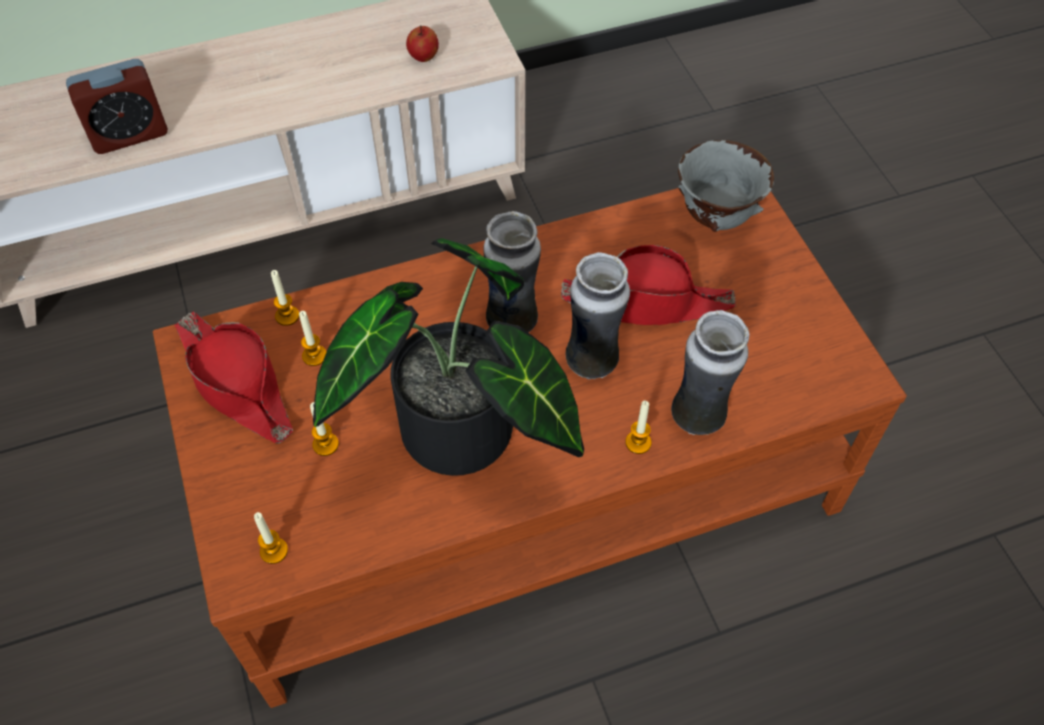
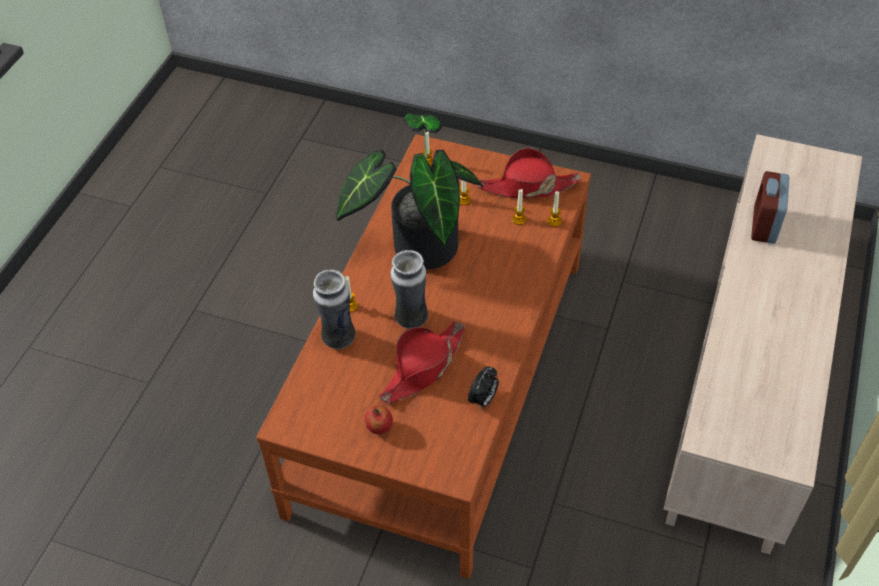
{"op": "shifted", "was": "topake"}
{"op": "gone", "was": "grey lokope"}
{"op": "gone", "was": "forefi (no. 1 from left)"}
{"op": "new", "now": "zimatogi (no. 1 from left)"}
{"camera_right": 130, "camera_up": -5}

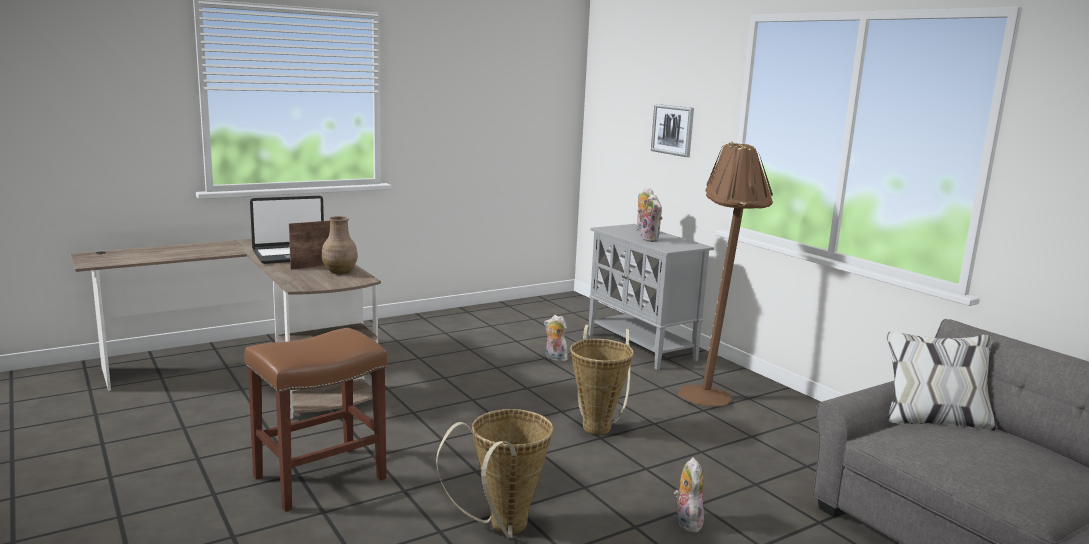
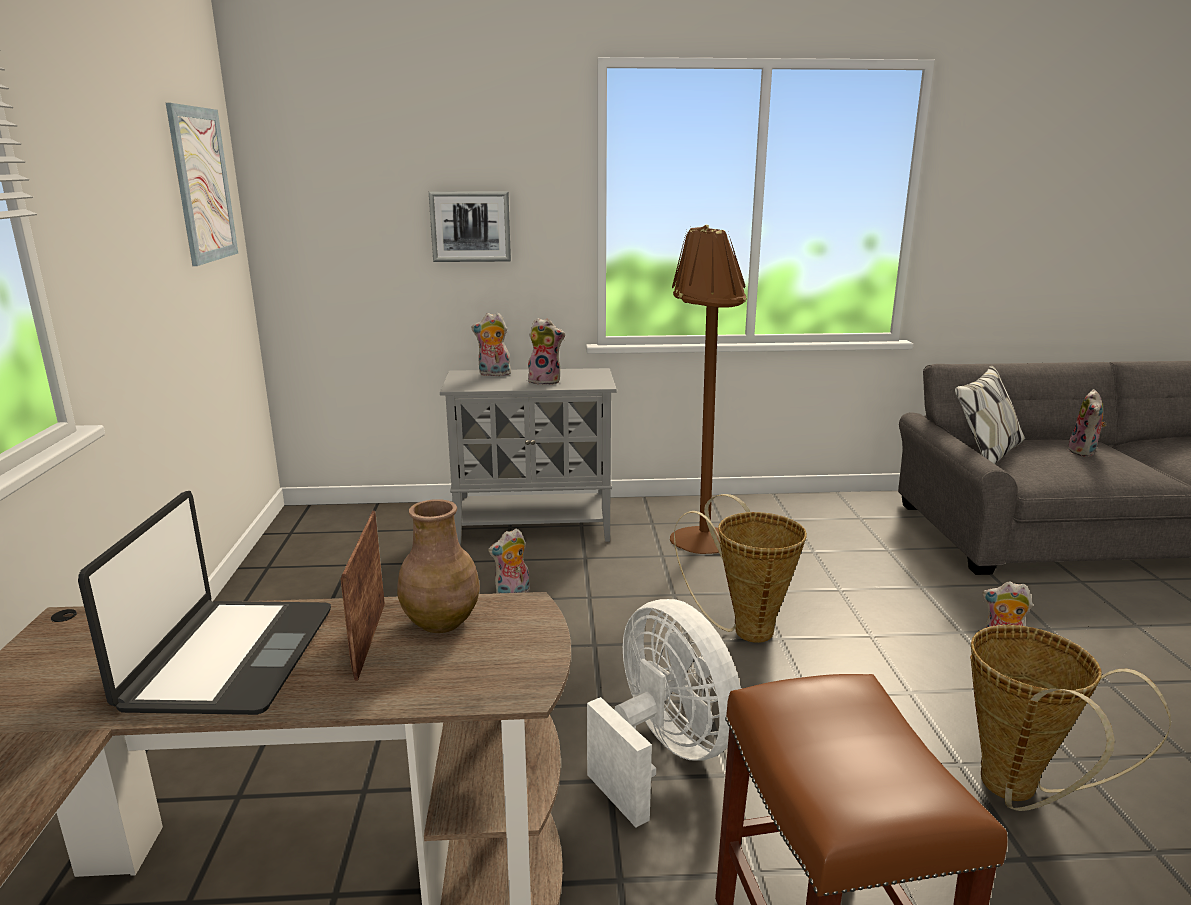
{"op": "new", "now": "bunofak (no. 1 from left)"}
{"op": "new", "now": "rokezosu (no. 5 from left)"}
{"op": "new", "now": "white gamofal"}
{"camera_right": -60, "camera_up": 5}

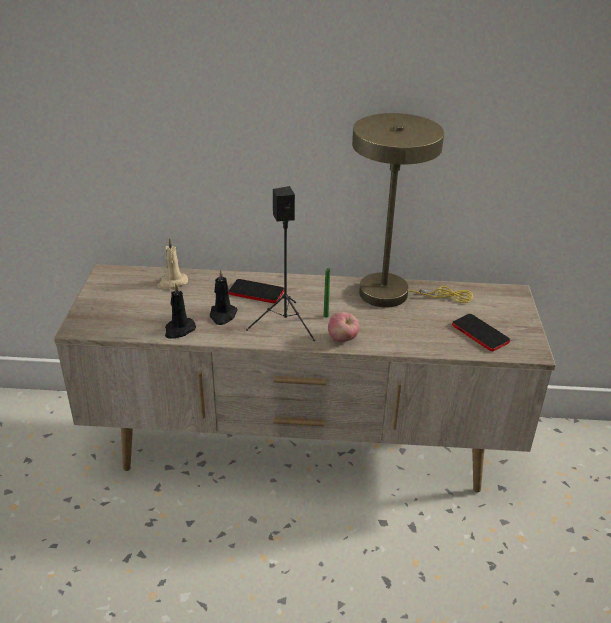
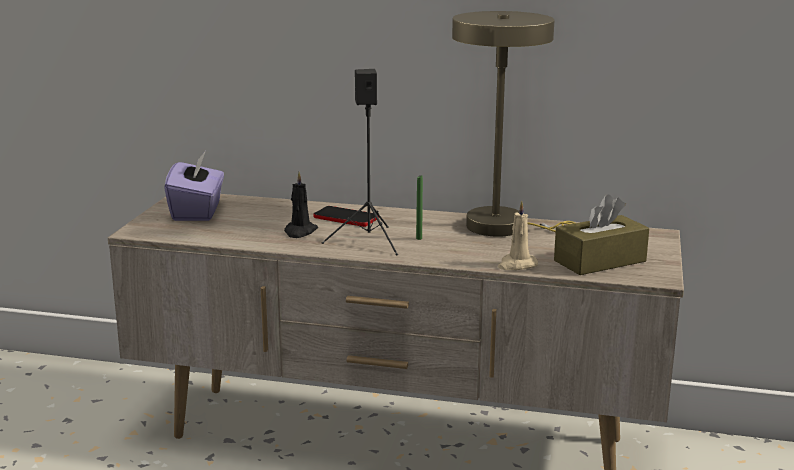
{"op": "shifted", "was": "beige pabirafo"}
{"op": "gone", "was": "black pabirafo (no. 1 from left)"}
{"op": "gone", "was": "topake"}
{"op": "swapped", "was": "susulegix (no. 2 from left)", "now": "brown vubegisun"}
{"op": "new", "now": "purple vubegisun"}
{"camera_right": 10, "camera_up": -15}

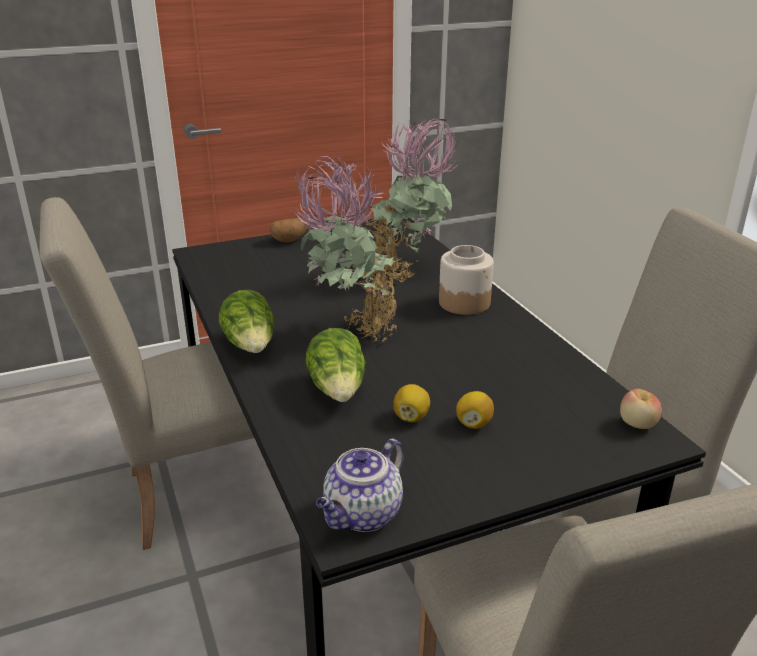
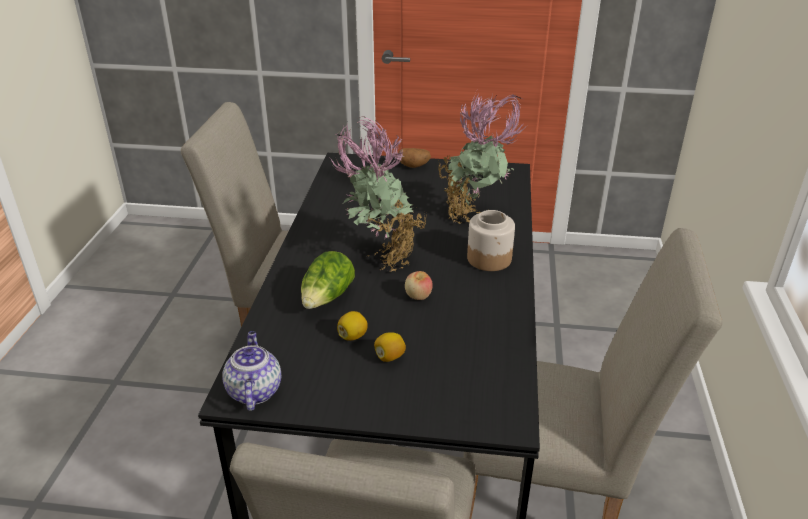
{"op": "gone", "was": "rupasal (no. 1 from left)"}
{"op": "shifted", "was": "topake"}
{"op": "rotated", "was": "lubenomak", "clockwise": 105}
{"camera_right": 30, "camera_up": 5}

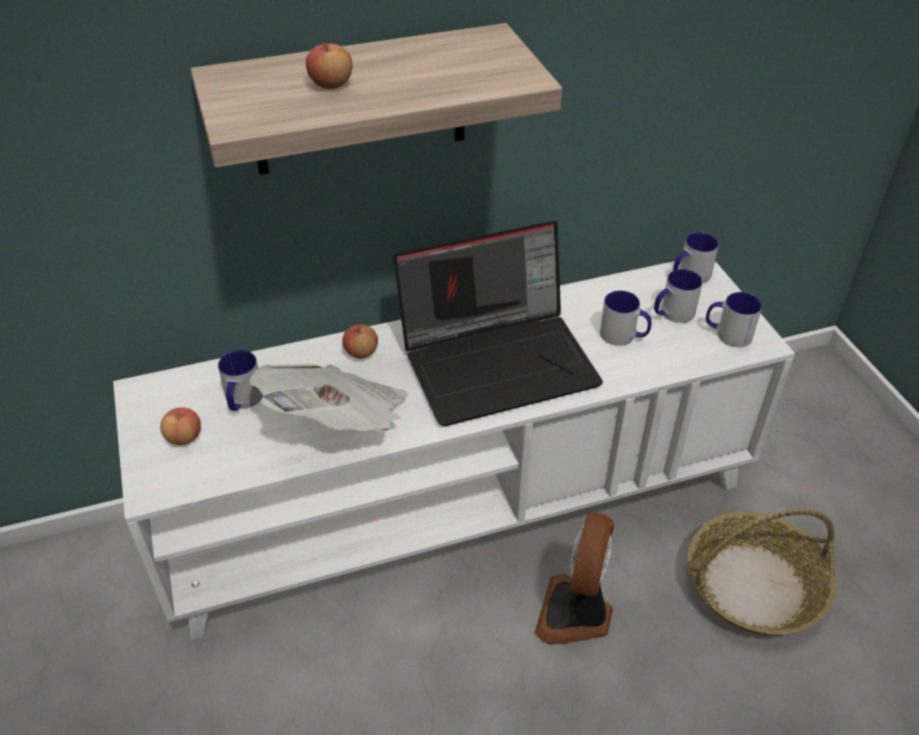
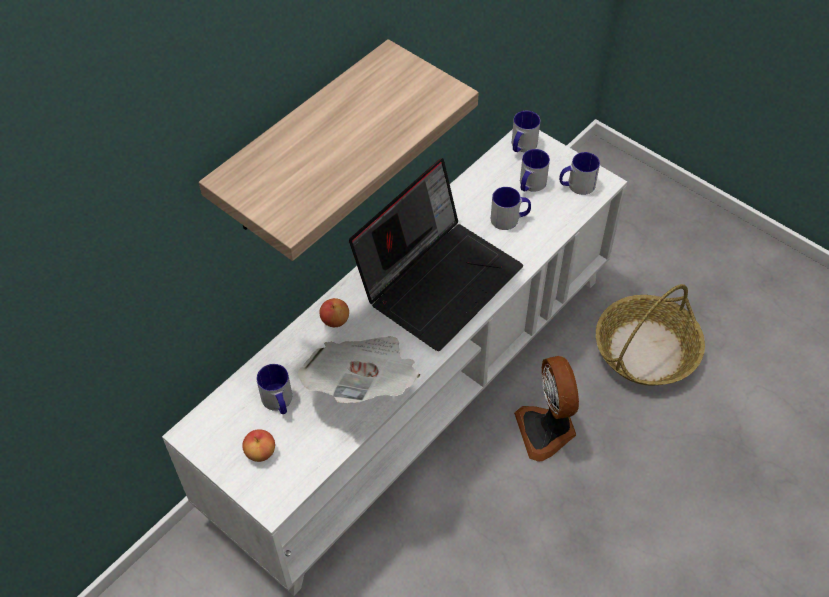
{"op": "gone", "was": "topake (no. 2 from left)"}
{"camera_right": -30, "camera_up": 10}

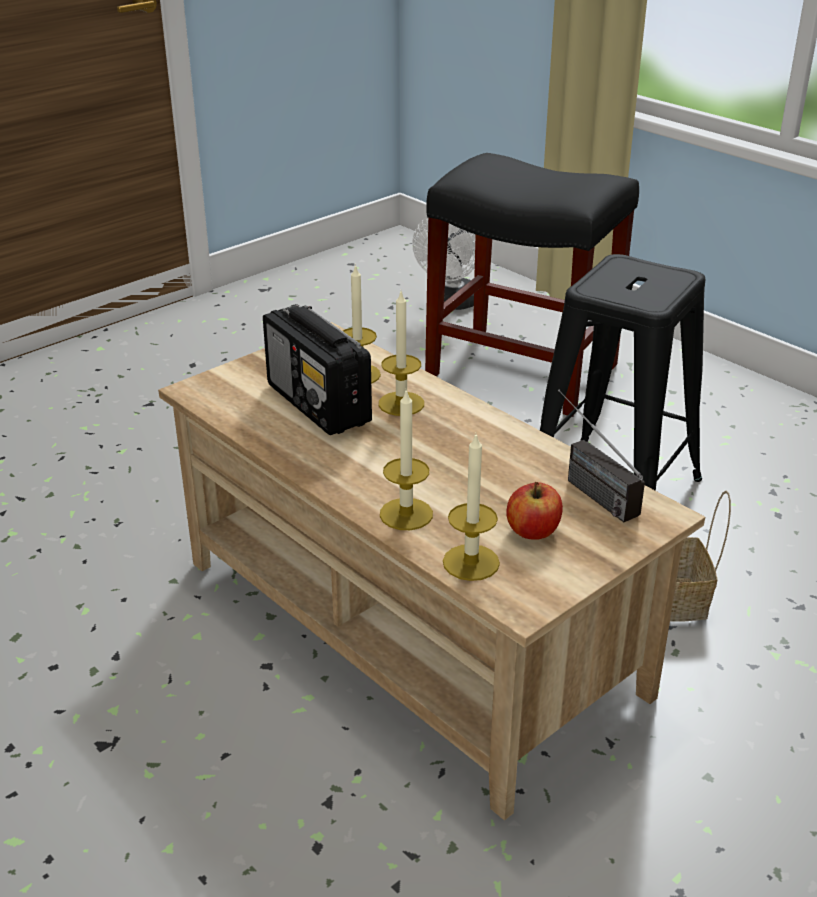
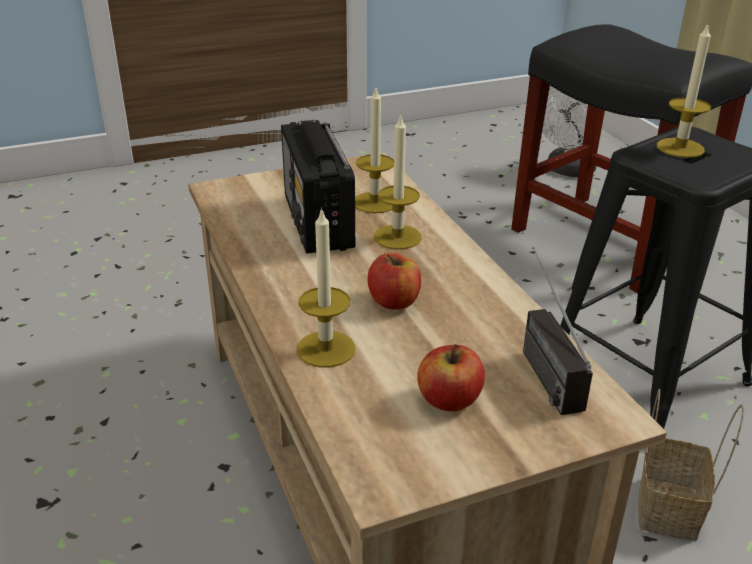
{"op": "shifted", "was": "pabirafo (no. 4 from left)"}
{"op": "new", "now": "topake (no. 1 from left)"}
{"camera_right": 20, "camera_up": 0}

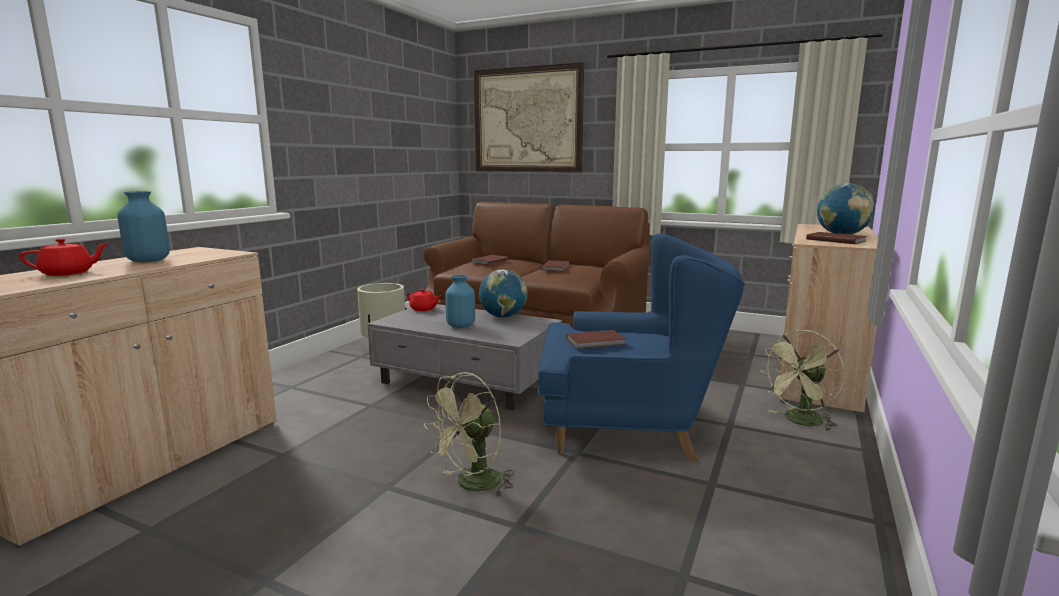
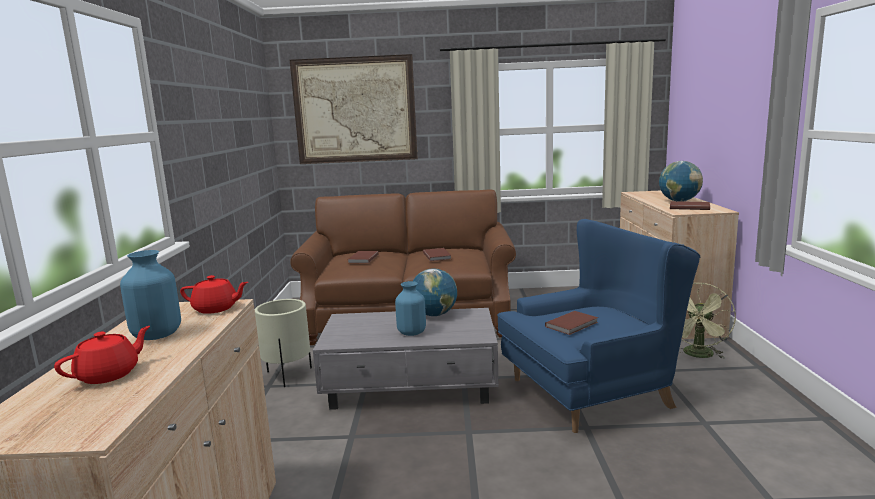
{"op": "shifted", "was": "red lubenomak (no. 2 from left)"}
{"op": "gone", "was": "green gamofal (no. 1 from left)"}
{"camera_right": -25, "camera_up": 0}

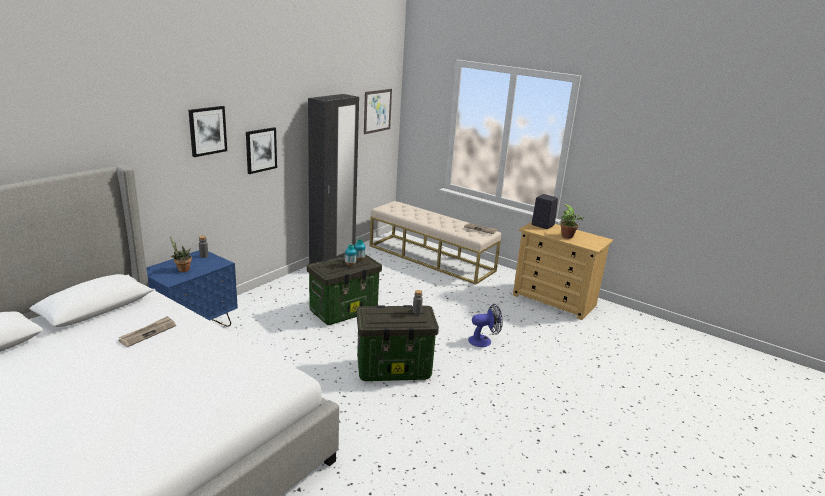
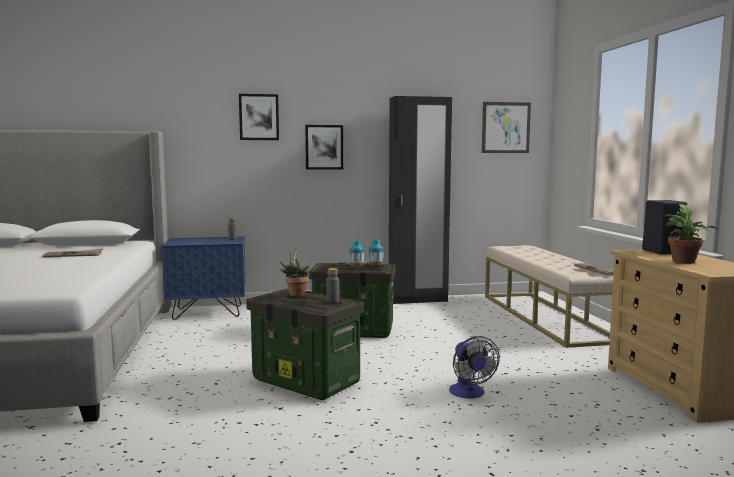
{"op": "shifted", "was": "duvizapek (no. 1 from left)"}
{"op": "rotated", "was": "gamofal", "clockwise": 45}
{"camera_right": 45, "camera_up": -15}

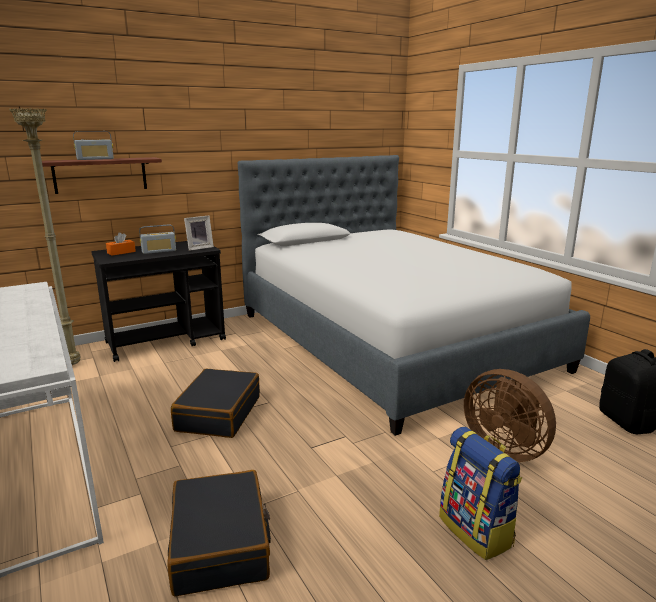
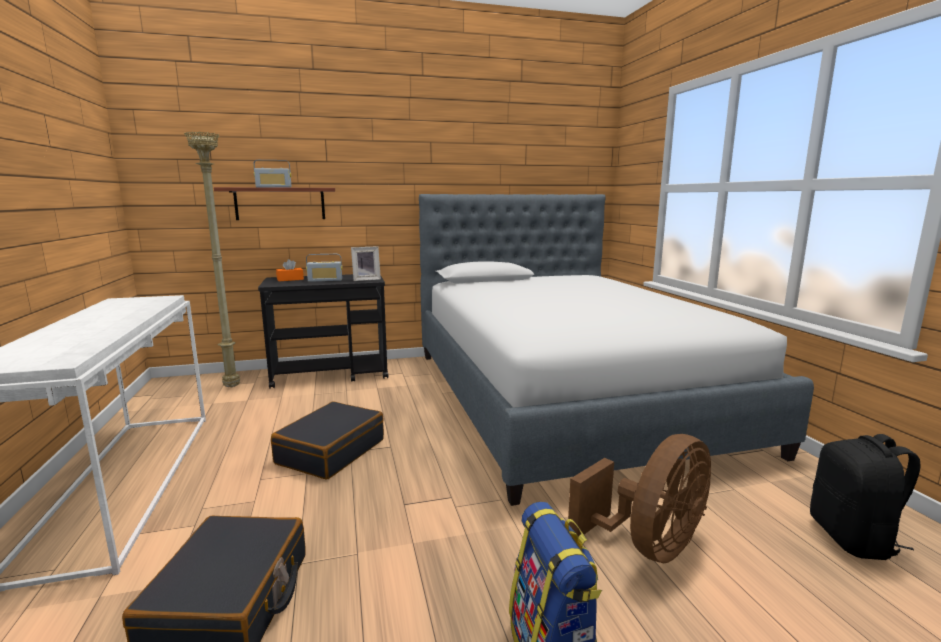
{"op": "rotated", "was": "brown gamofal", "clockwise": -105}
{"camera_right": 15, "camera_up": -5}

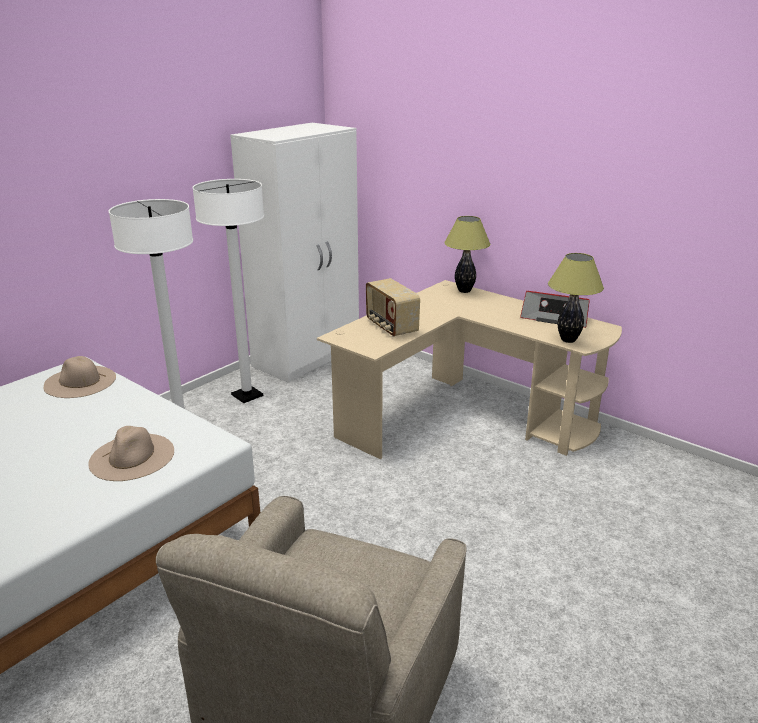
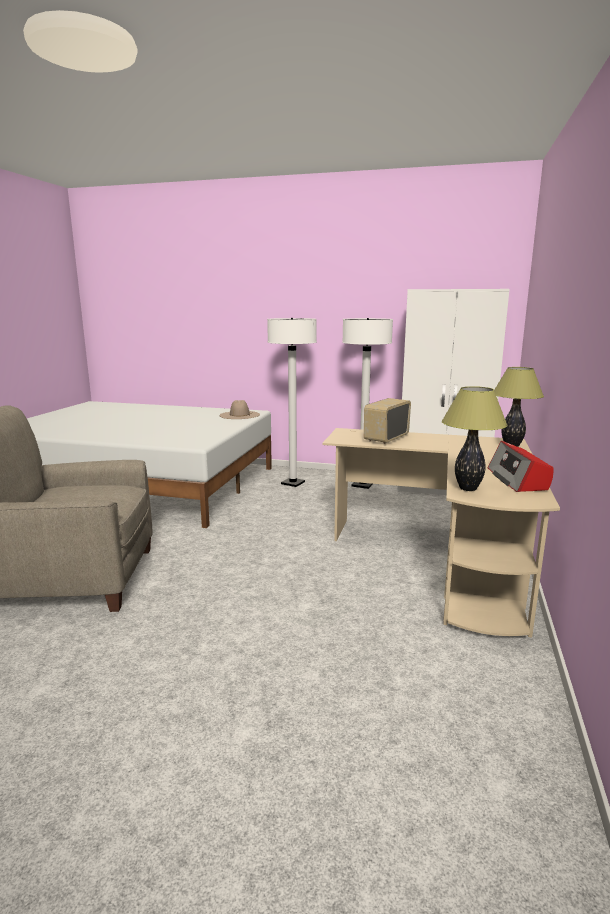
{"op": "gone", "was": "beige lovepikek (no. 2 from left)"}
{"camera_right": 65, "camera_up": -10}

